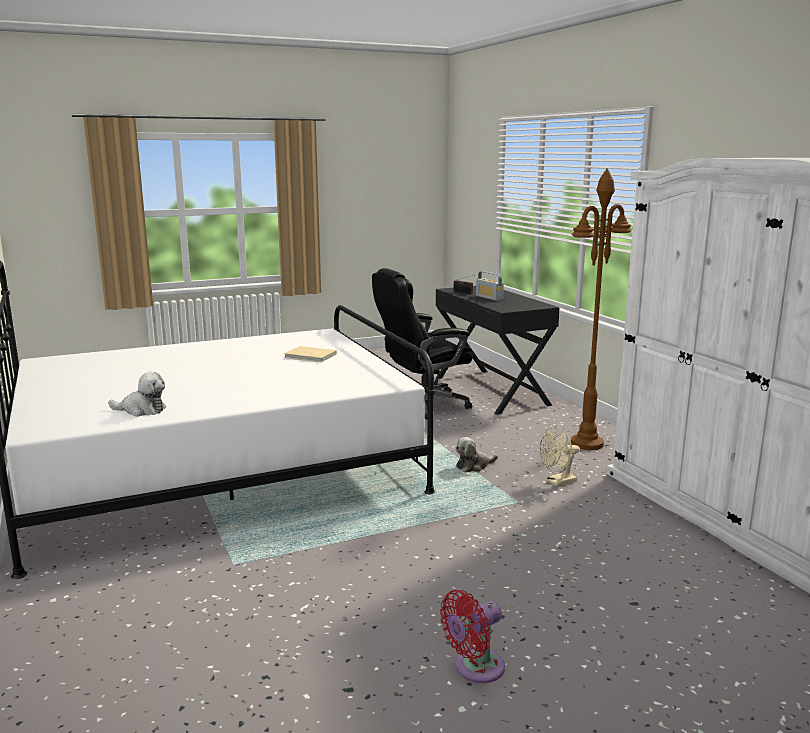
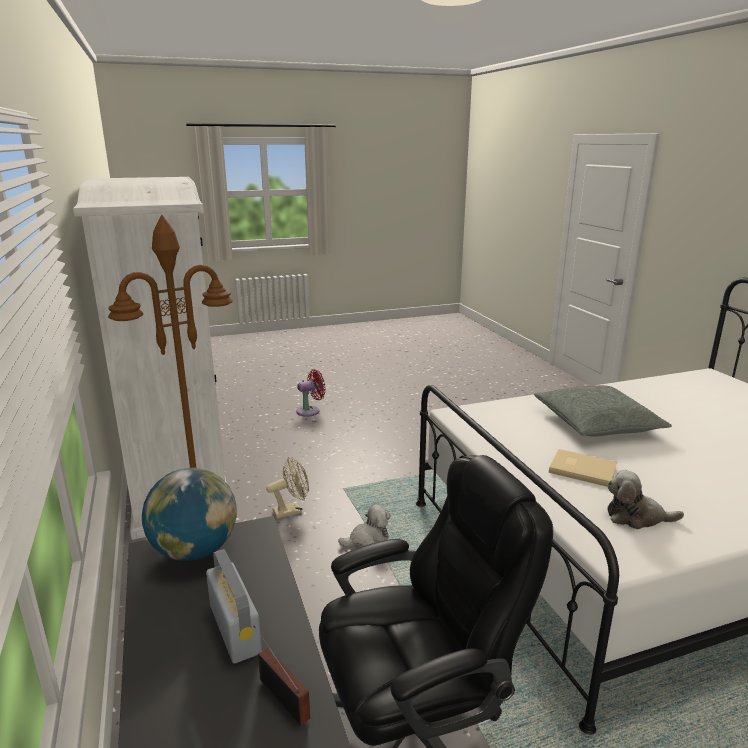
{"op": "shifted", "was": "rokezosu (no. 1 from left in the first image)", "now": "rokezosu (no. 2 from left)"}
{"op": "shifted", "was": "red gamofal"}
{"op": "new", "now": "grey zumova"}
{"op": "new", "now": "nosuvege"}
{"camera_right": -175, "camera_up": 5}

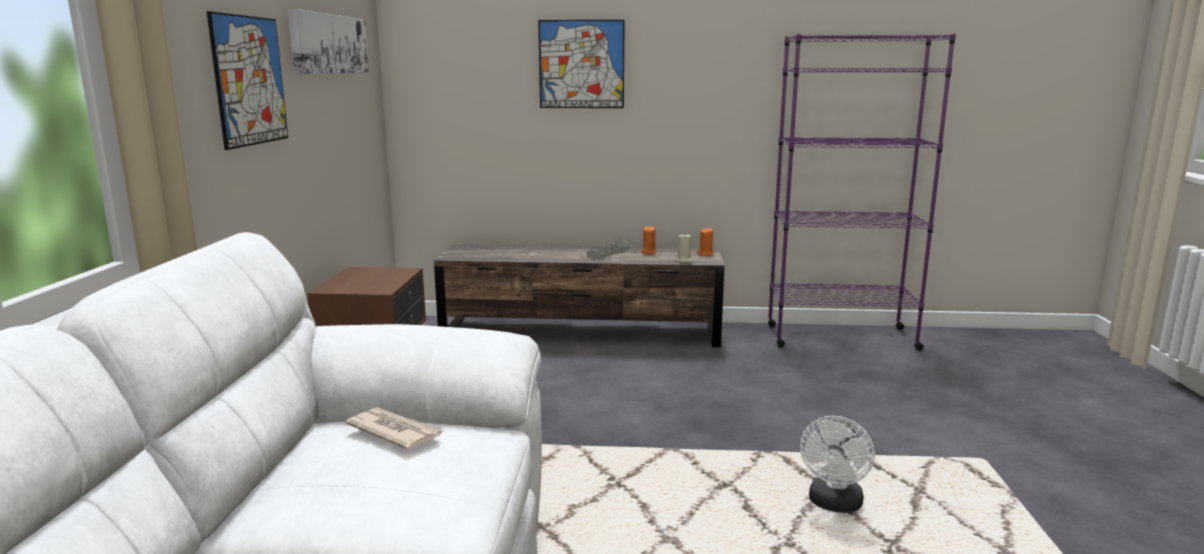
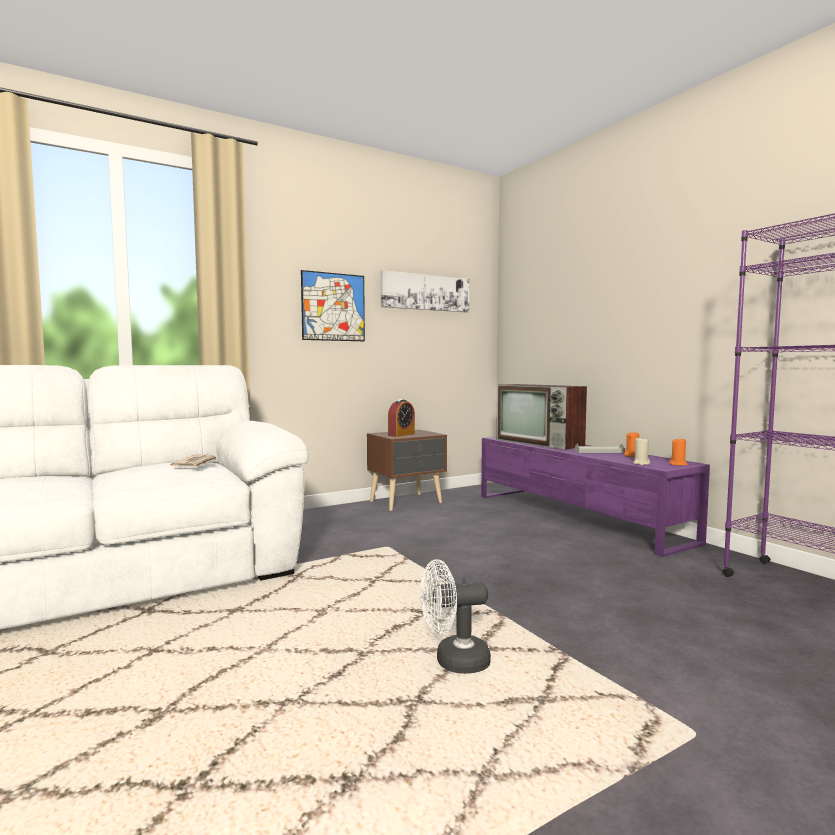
{"op": "gone", "was": "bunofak (no. 3 from left)"}
{"op": "repainted", "was": "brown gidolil", "now": "purple gidolil"}
{"op": "new", "now": "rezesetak"}
{"op": "new", "now": "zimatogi"}
{"camera_right": 55, "camera_up": -10}

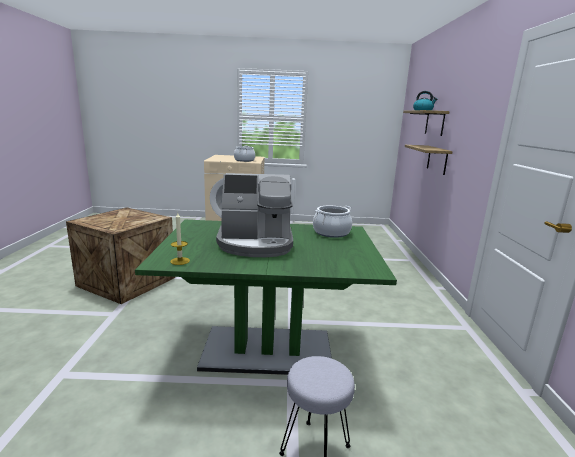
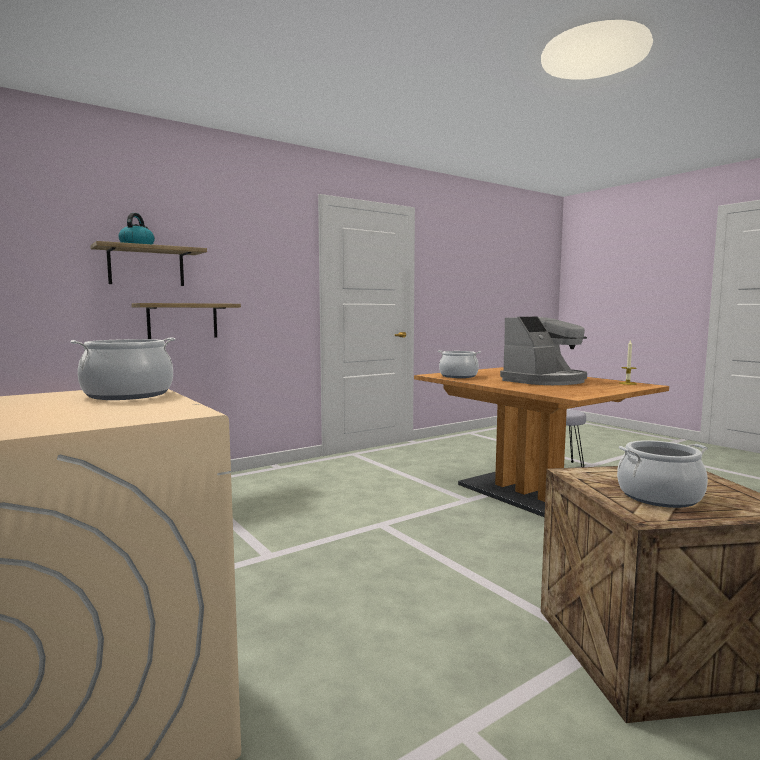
{"op": "rotated", "was": "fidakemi", "clockwise": 90}
{"op": "repainted", "was": "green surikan", "now": "brown surikan"}
{"op": "new", "now": "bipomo (no. 3 from left)"}
{"camera_right": -125, "camera_up": -10}

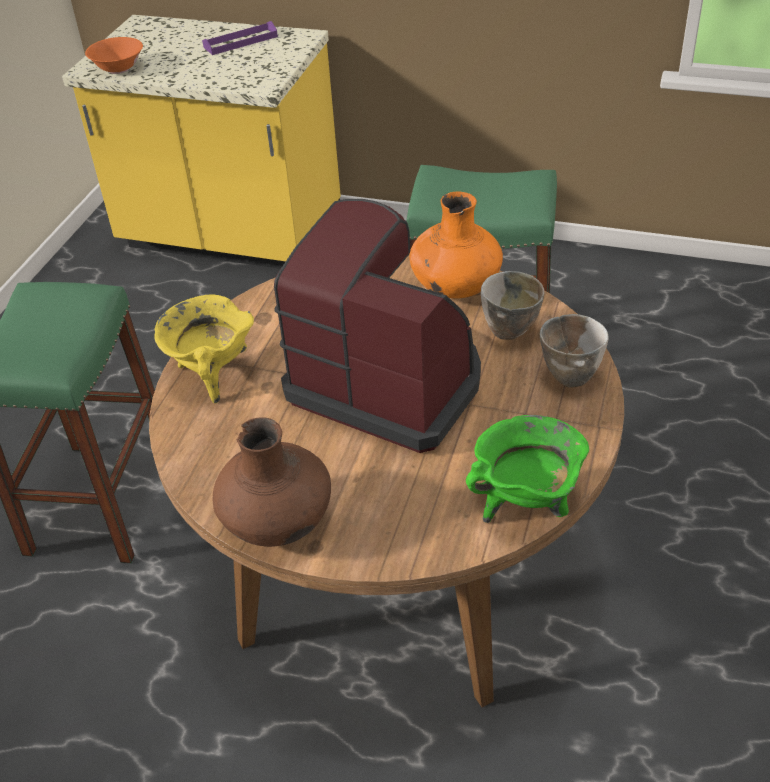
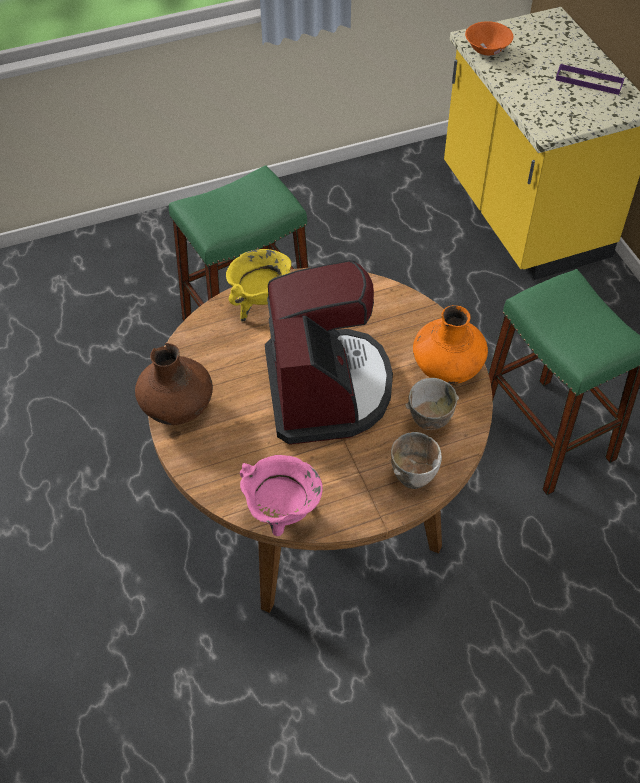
{"op": "repainted", "was": "green bipomo", "now": "pink bipomo"}
{"camera_right": 50, "camera_up": 10}

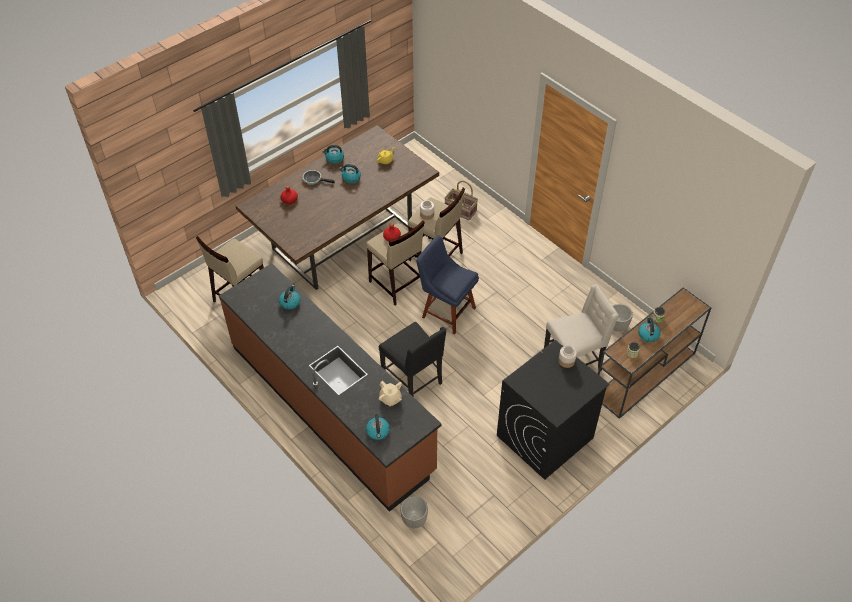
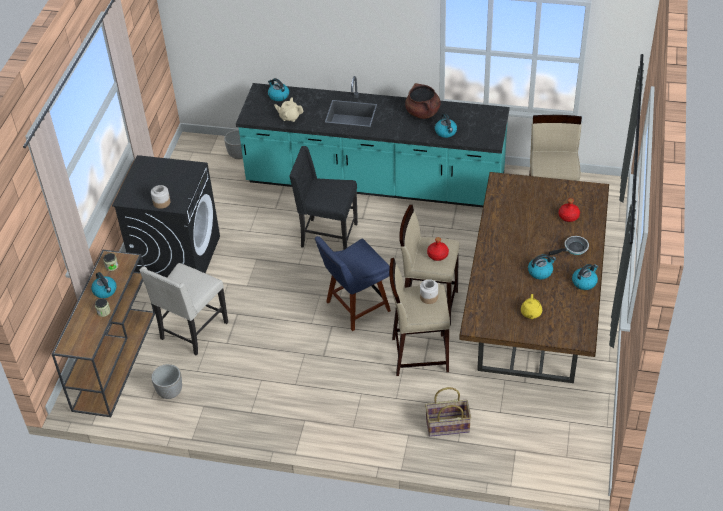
{"op": "rotated", "was": "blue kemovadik", "clockwise": 150}
{"op": "repainted", "was": "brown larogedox", "now": "turquoise larogedox"}
{"op": "new", "now": "brown bipomo"}
{"camera_right": 145, "camera_up": -5}

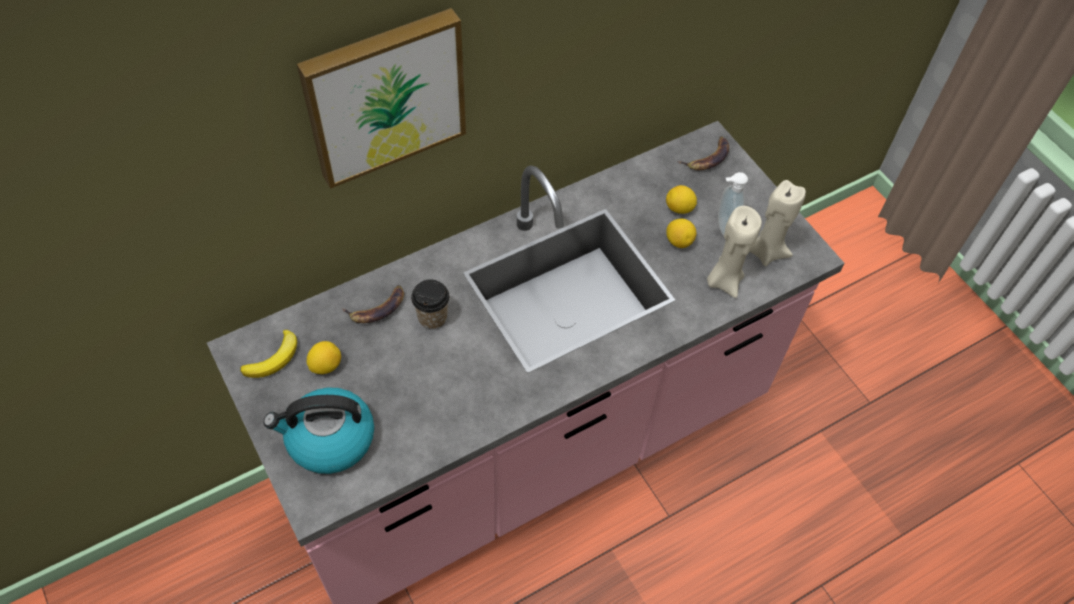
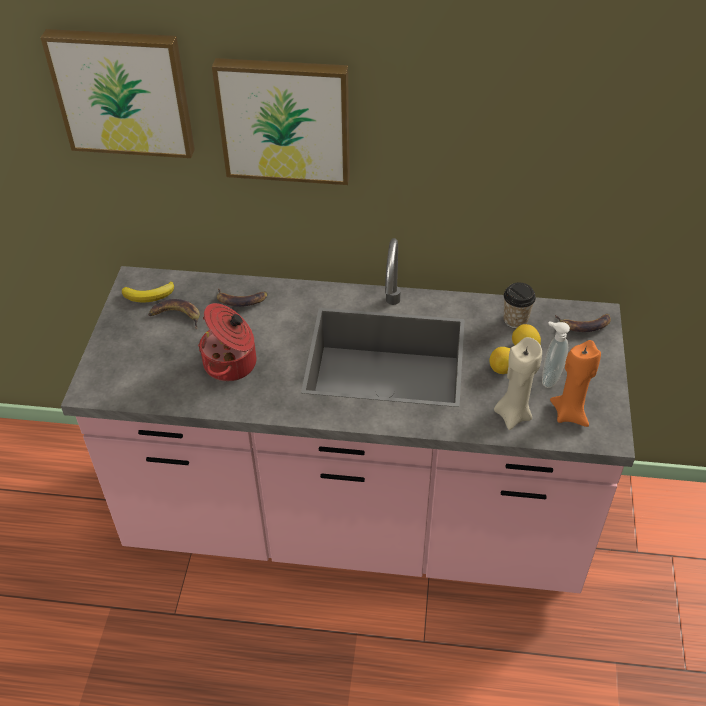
{"op": "repainted", "was": "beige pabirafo (no. 2 from left)", "now": "orange pabirafo"}
{"op": "shifted", "was": "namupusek"}
{"op": "swapped", "was": "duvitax (no. 1 from left)", "now": "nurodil (no. 2 from left)"}
{"op": "gone", "was": "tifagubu"}
{"op": "new", "now": "bunofak (no. 1 from left)"}
{"op": "new", "now": "bipomo"}
{"camera_right": 40, "camera_up": -10}

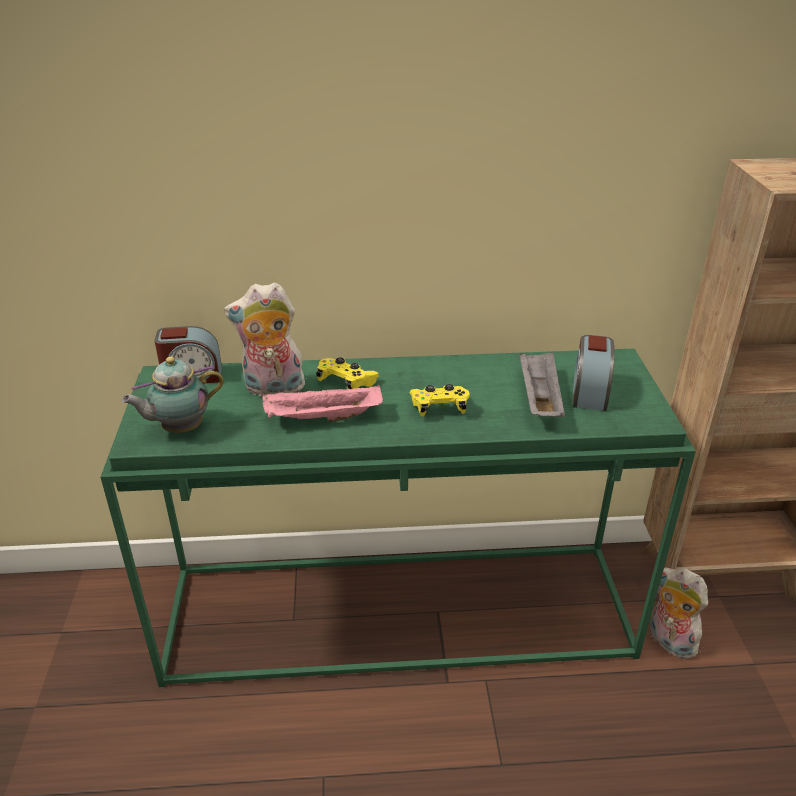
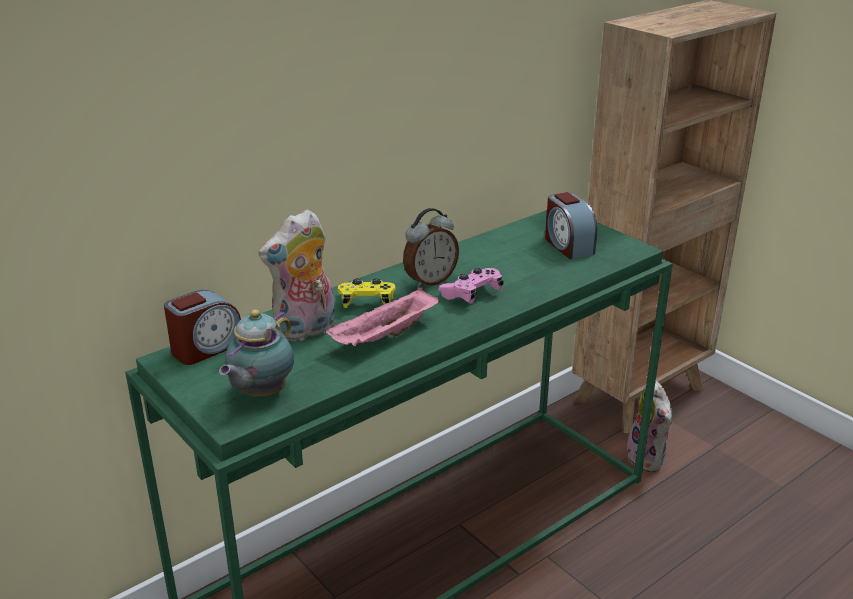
{"op": "gone", "was": "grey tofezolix"}
{"op": "repainted", "was": "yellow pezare (no. 2 from left)", "now": "pink pezare"}
{"op": "rotated", "was": "rokezosu (no. 2 from left)", "clockwise": -120}
{"op": "new", "now": "zimatogi (no. 2 from left)"}
{"camera_right": -35, "camera_up": -5}

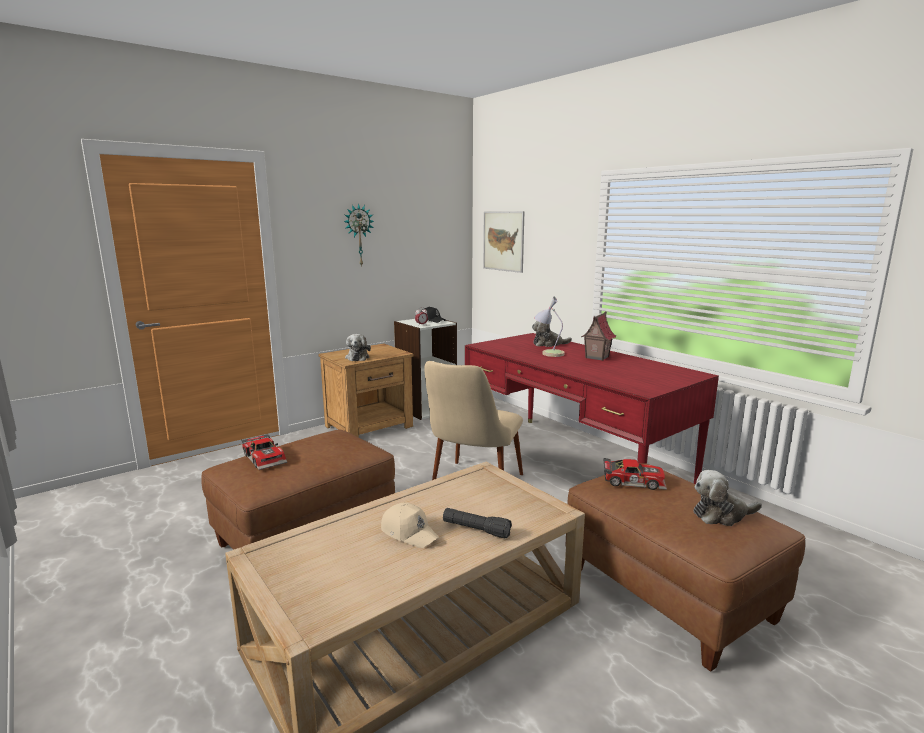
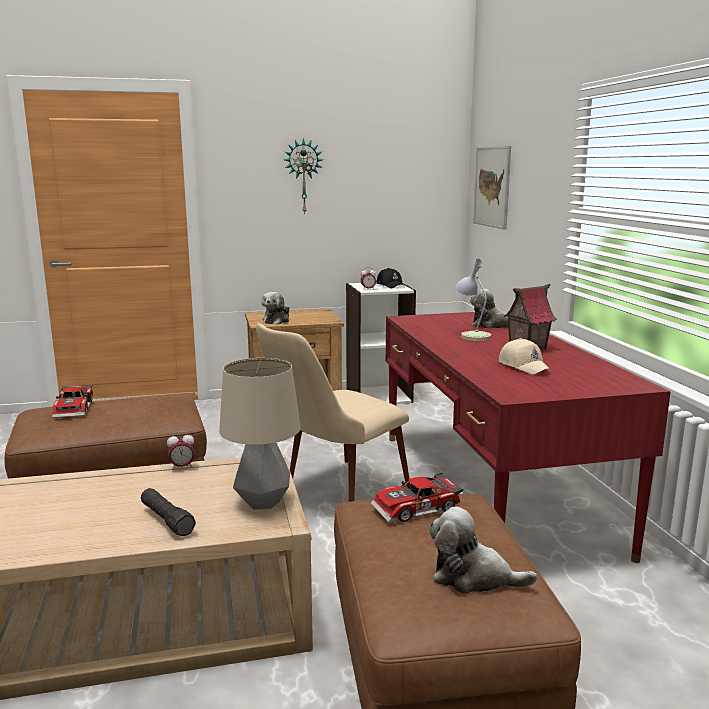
{"op": "rotated", "was": "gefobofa (no. 2 from left)", "clockwise": 120}
{"op": "shifted", "was": "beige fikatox"}
{"op": "new", "now": "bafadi (no. 1 from left)"}
{"op": "new", "now": "zimatogi (no. 1 from left)"}
{"camera_right": 25, "camera_up": 0}

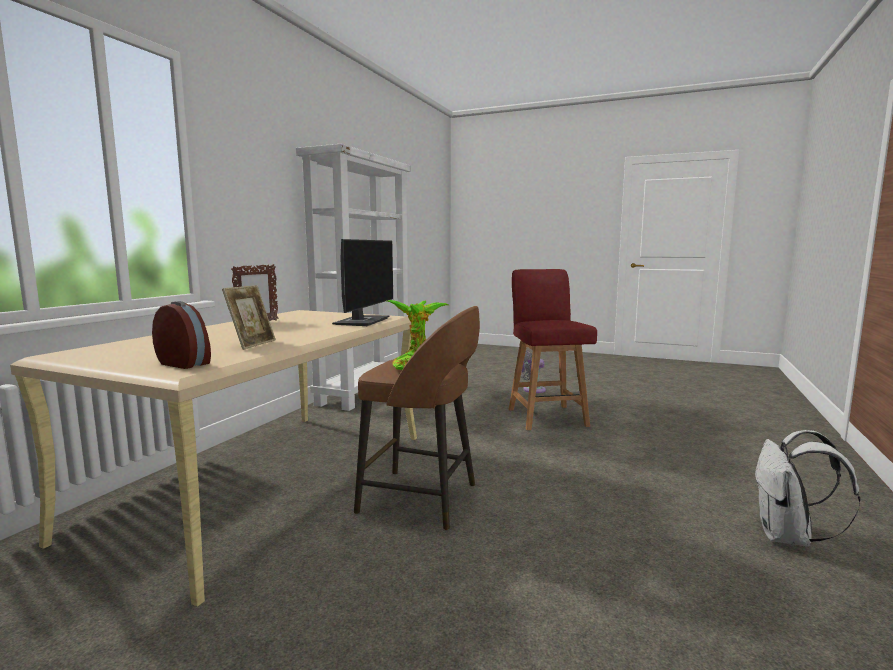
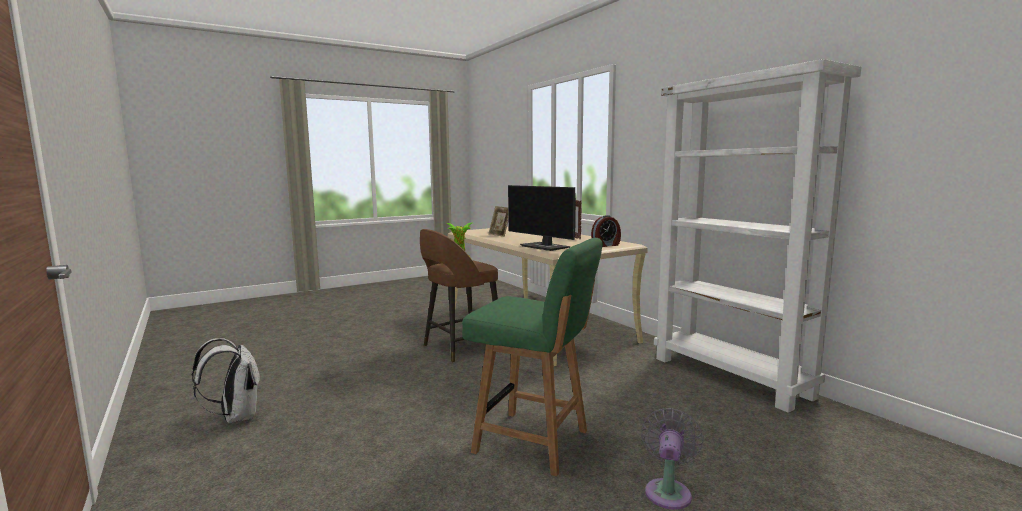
{"op": "repainted", "was": "red kemovadik", "now": "green kemovadik"}
{"op": "shifted", "was": "zimatogi"}
{"camera_right": 125, "camera_up": 0}

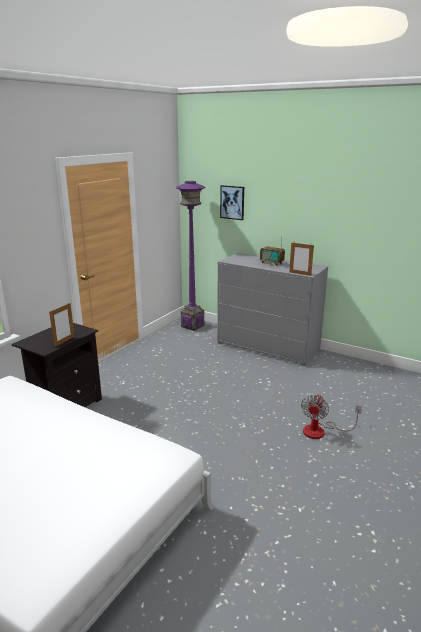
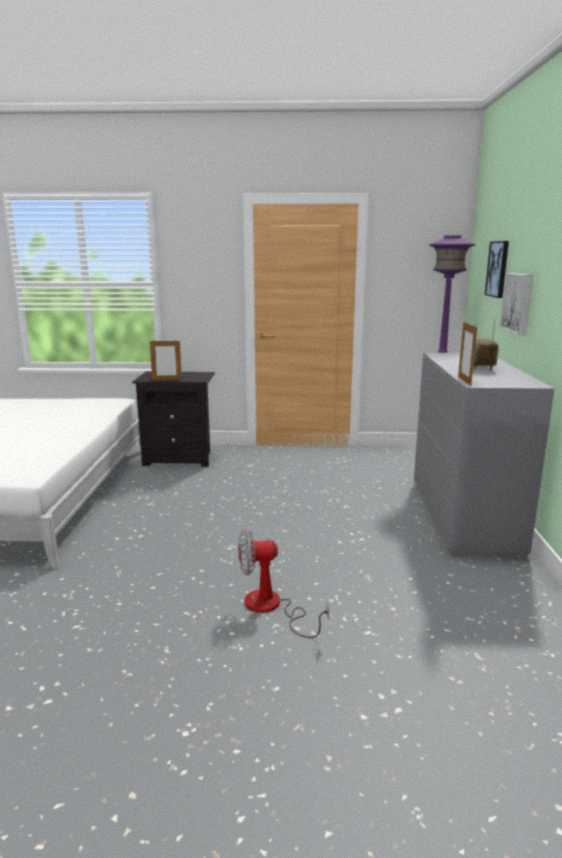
{"op": "new", "now": "bunofak (no. 2 from left)"}
{"camera_right": 60, "camera_up": -5}

